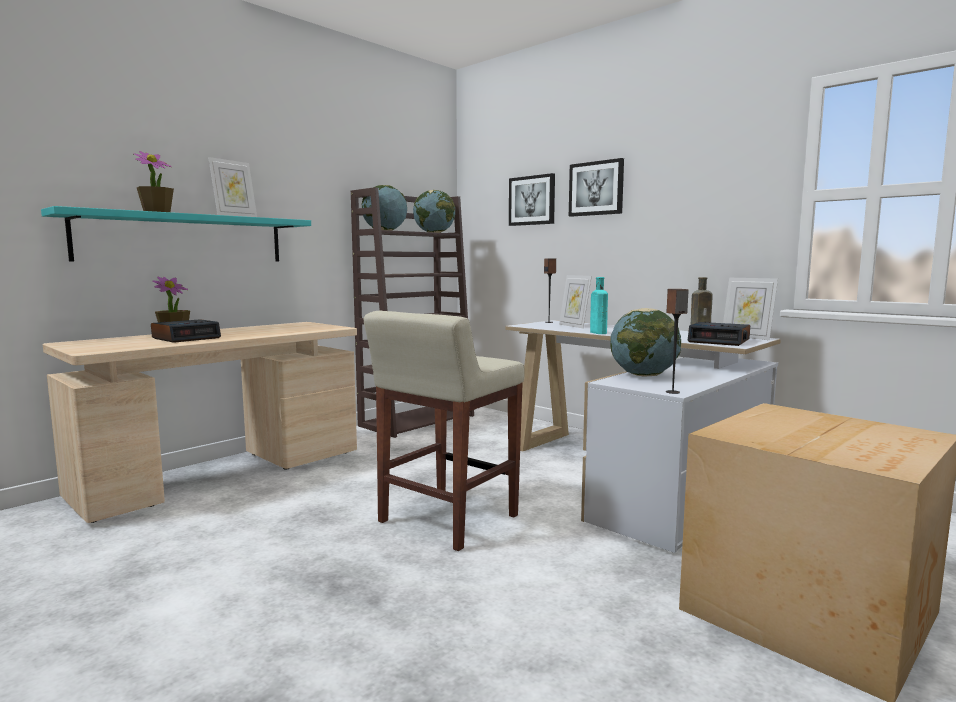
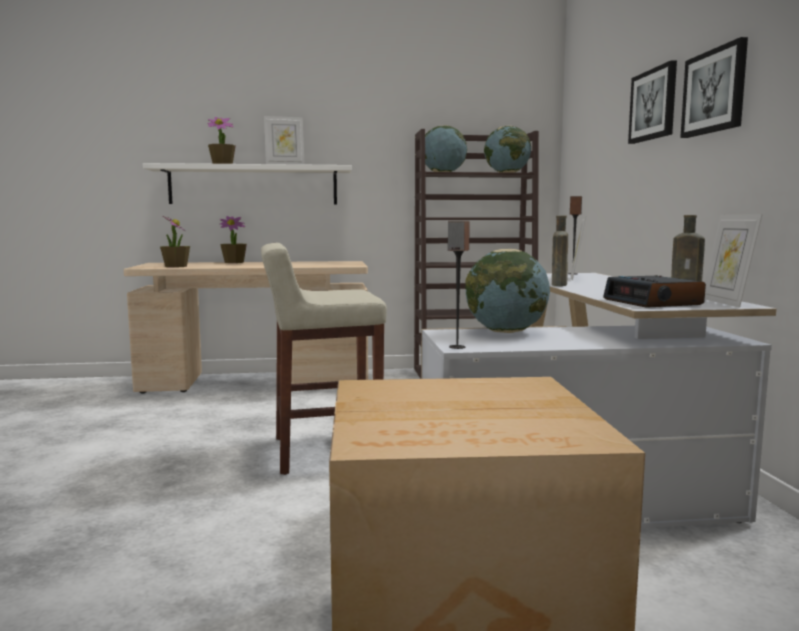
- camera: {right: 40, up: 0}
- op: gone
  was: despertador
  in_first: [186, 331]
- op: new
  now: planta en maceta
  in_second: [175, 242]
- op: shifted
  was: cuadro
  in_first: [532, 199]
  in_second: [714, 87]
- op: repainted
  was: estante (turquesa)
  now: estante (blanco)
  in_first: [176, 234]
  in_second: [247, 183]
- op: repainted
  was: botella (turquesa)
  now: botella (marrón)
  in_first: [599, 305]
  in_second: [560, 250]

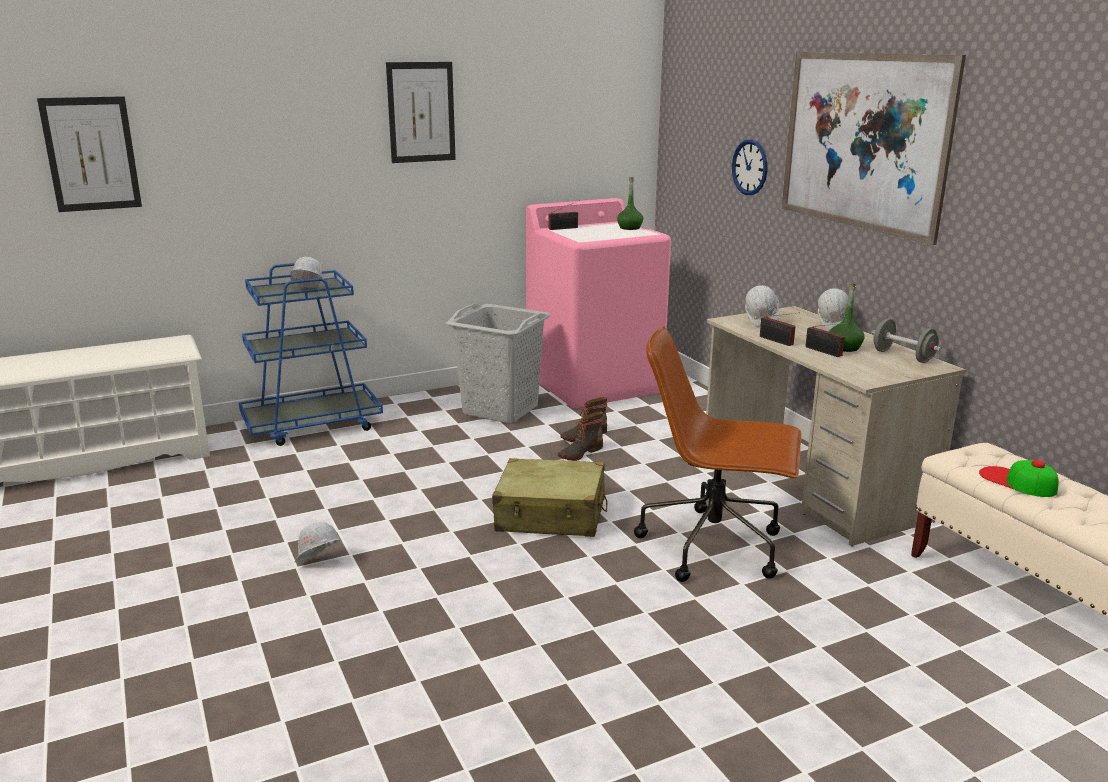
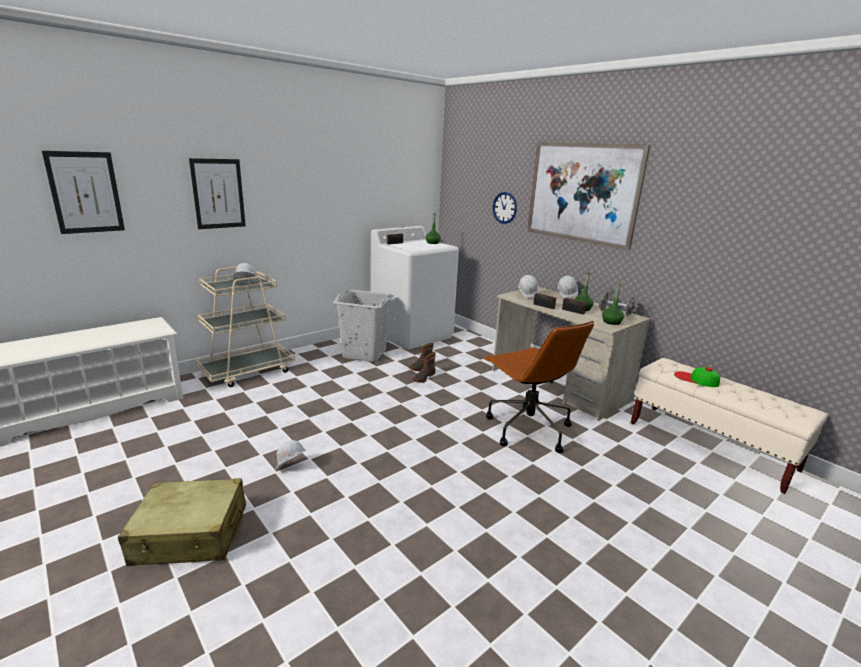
- camera: {right: -15, up: 0}
- op: new
  now: botella (verde)
  in_second: [613, 304]
- op: shifted
  was: cuadro
  in_first: [421, 112]
  in_second: [217, 193]
- op: shifted
  was: maleta (beis)
  in_first: [549, 497]
  in_second: [182, 522]
- op: repainted
  was: carrito (azul)
  now: carrito (beis)
  in_first: [311, 354]
  in_second: [245, 327]
- op: repainted
  was: lavadora (rosa)
  now: lavadora (blanco)
  in_first: [598, 303]
  in_second: [415, 288]
- op: rotated
  was: silla de oficina (marrón)
  in_first: [718, 454]
  in_second: [539, 387]
  clockwise: -120

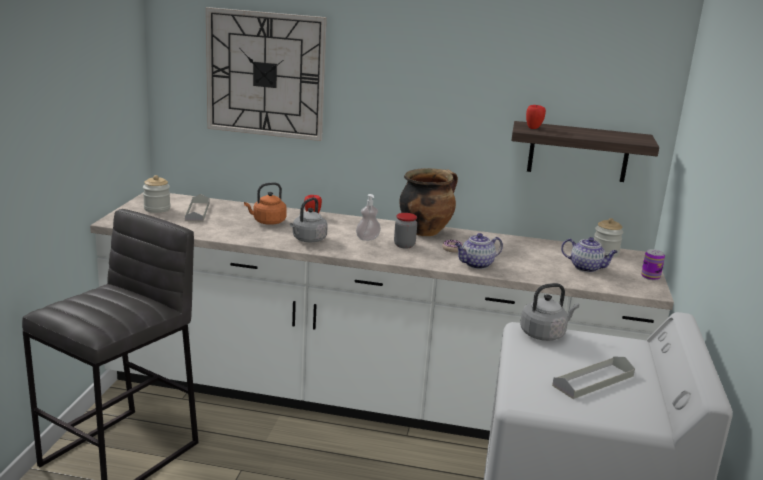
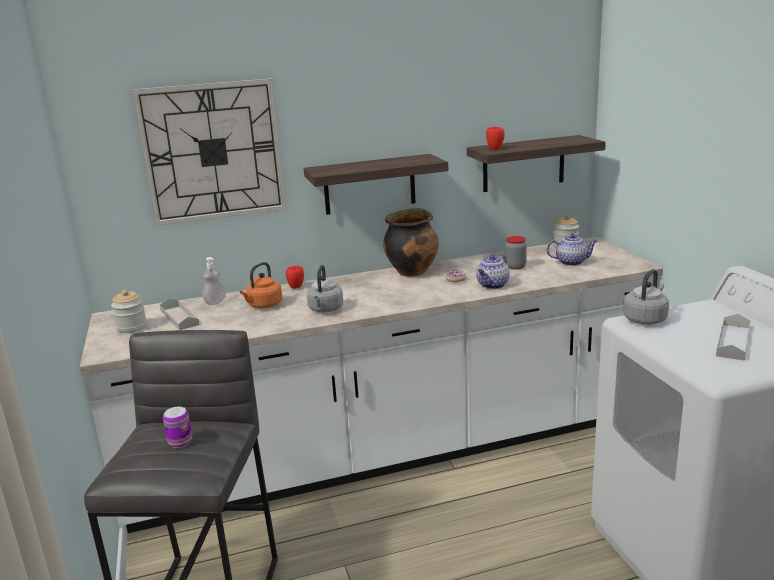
- camera: {right: -25, up: 0}
- op: new
  now: estante
  in_second: [376, 184]
- op: shifted
  was: dispensador de jabón
  in_first: [368, 217]
  in_second: [214, 281]
- op: shifted
  was: tarro
  in_first: [405, 231]
  in_second: [516, 253]
- op: shifted
  was: lata
  in_first: [653, 265]
  in_second: [177, 427]

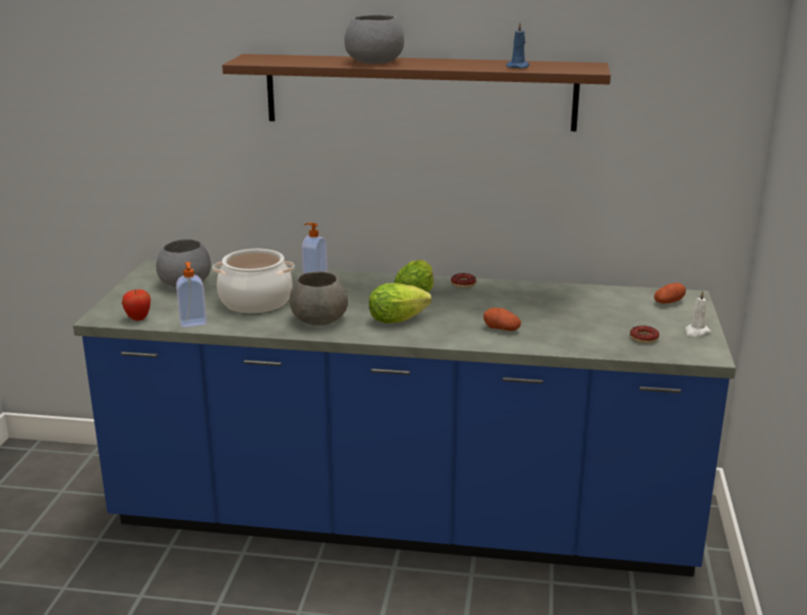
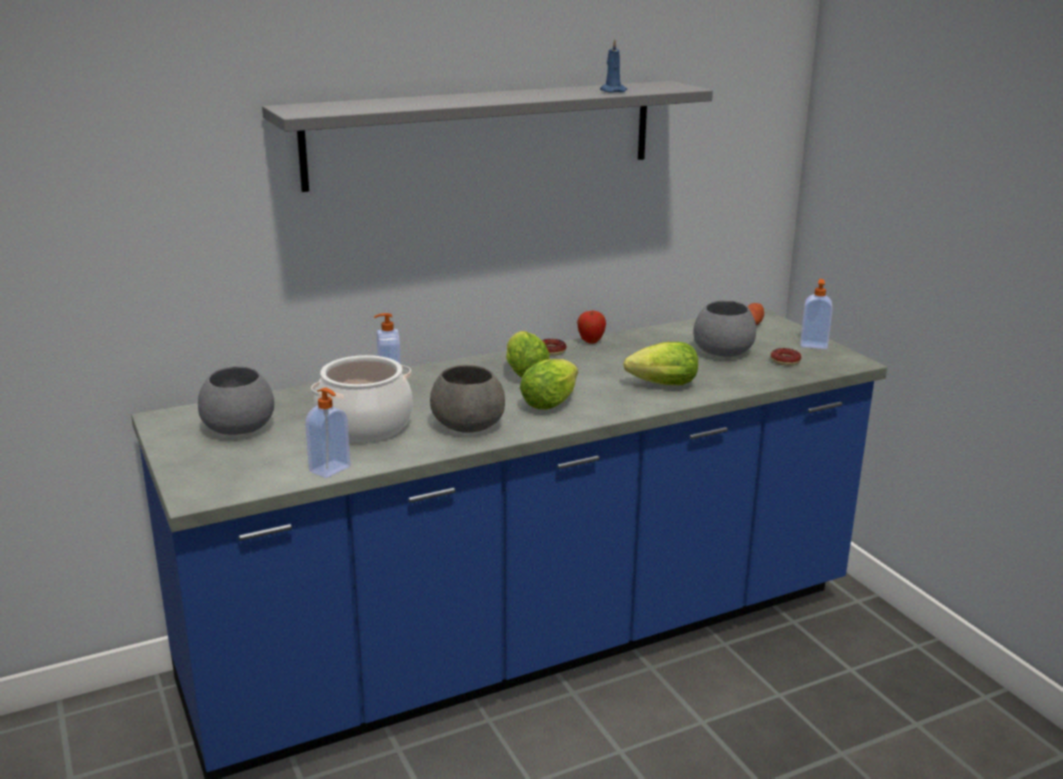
- camera: {right: -35, up: 0}
- op: shifted
  was: manzana
  in_first: [136, 305]
  in_second: [591, 327]
- op: shifted
  was: cuenco (gris)
  in_first: [374, 39]
  in_second: [724, 328]
- op: swapped
  was: patata
  now: lechuga
  in_first: [502, 319]
  in_second: [660, 363]
- op: swapped
  was: vela (blanco)
  now: dispensador de jabón
  in_first: [698, 313]
  in_second: [816, 314]
- op: repainted
  was: estante (marrón)
  now: estante (gris)
  in_first: [416, 92]
  in_second: [487, 136]

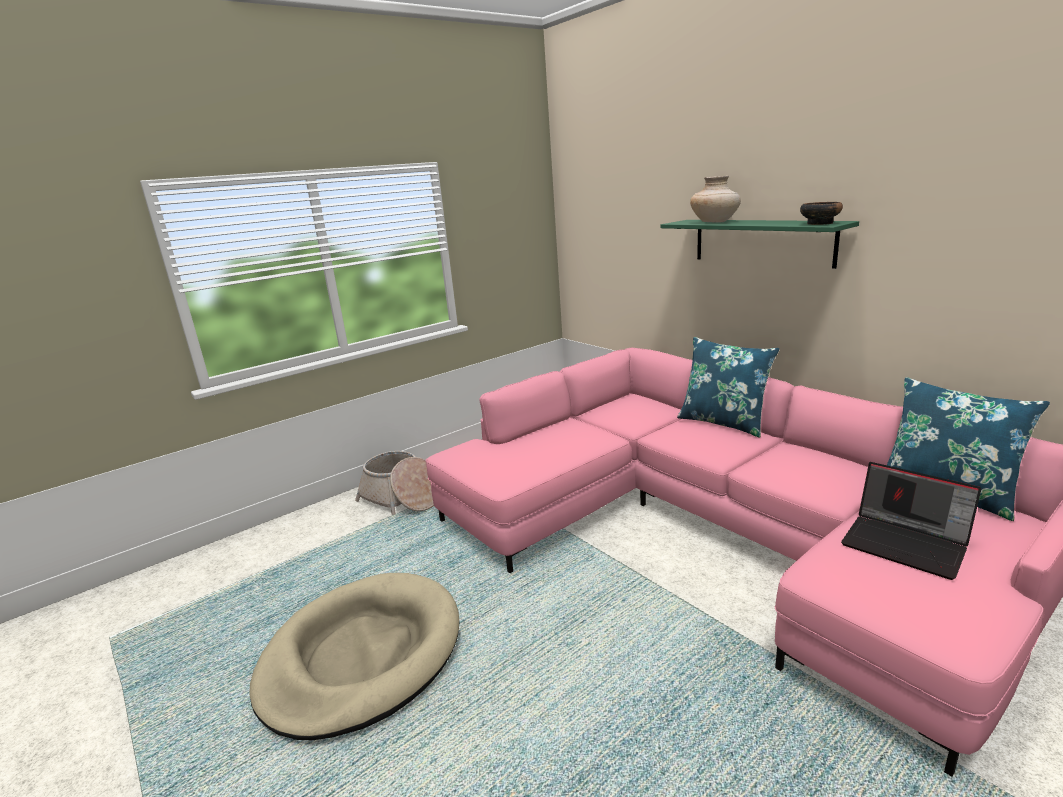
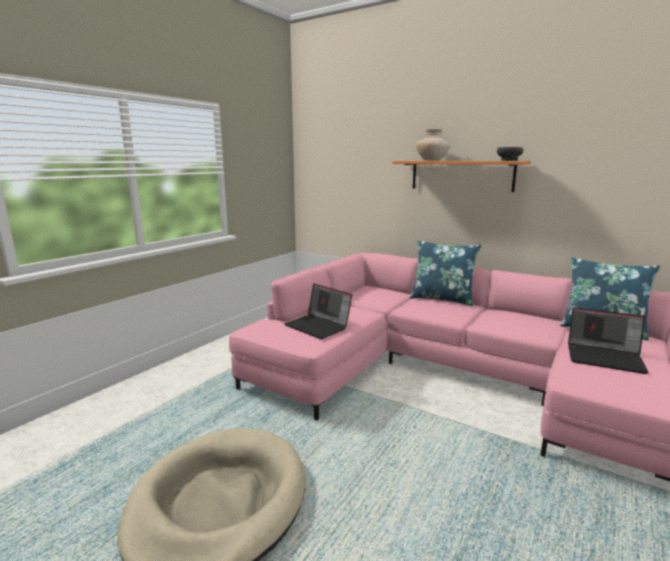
- camera: {right: -20, up: -5}
- op: gone
  was: cesta
  in_first: [394, 483]
- op: new
  now: portátil
  in_second: [318, 311]
- op: repainted
  was: estante (verde)
  now: estante (naranja)
  in_first: [759, 244]
  in_second: [461, 176]

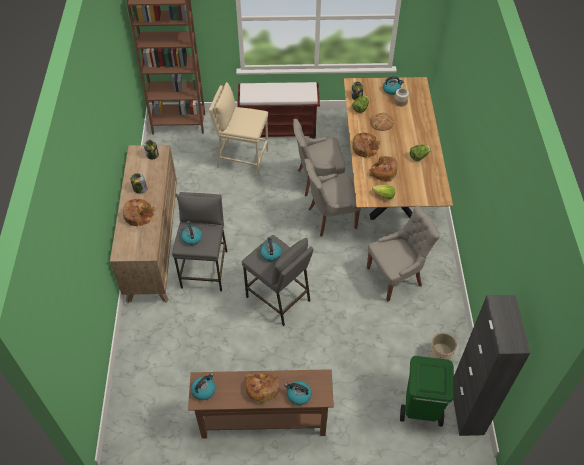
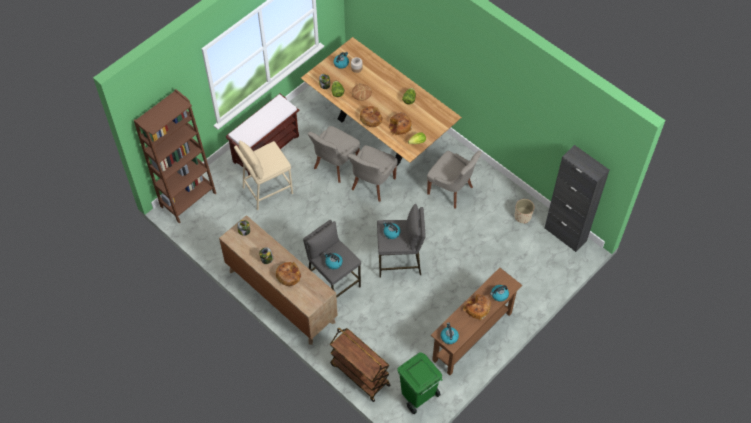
- camera: {right: -45, up: 5}
- op: new
  now: carrito (marrón)
  in_second: [360, 365]
- op: shifted
  was: papelera (verde)
  in_first: [427, 391]
  in_second: [420, 383]
- op: rotated
  was: silla (gris)
  in_first: [403, 253]
  in_second: [454, 180]
  clockwise: 105

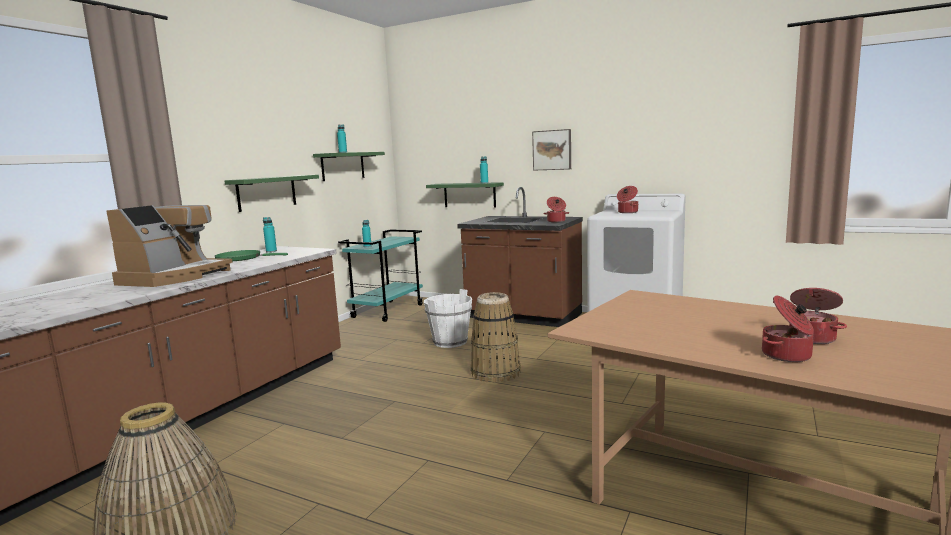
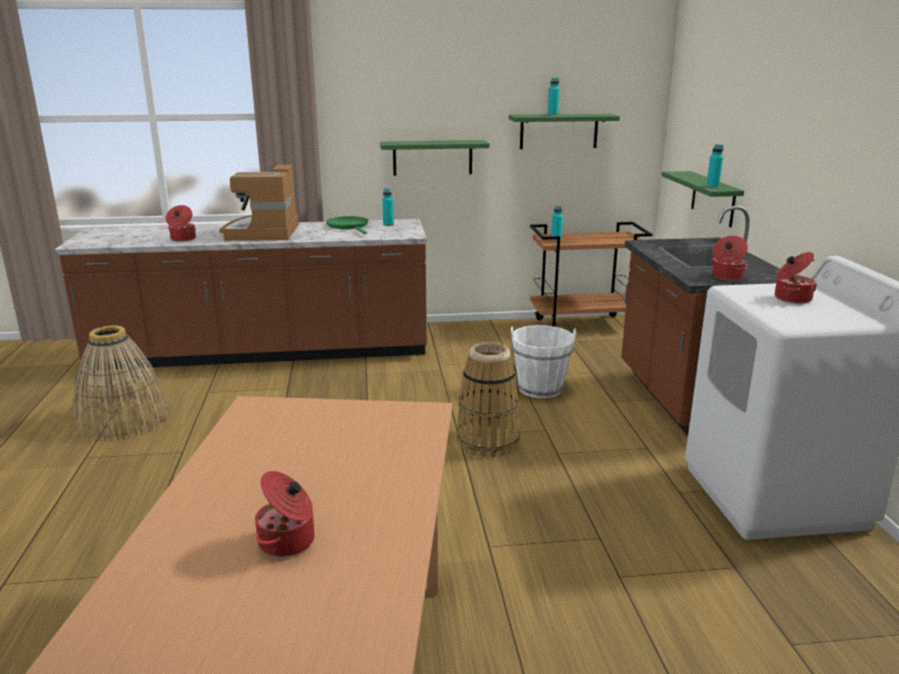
- camera: {right: 55, up: 10}
- op: gone
  was: cuadro
  in_first: [551, 150]
- op: shifted
  was: olla
  in_first: [788, 329]
  in_second: [181, 223]
- op: repainted
  was: carrito (turquesa)
  now: carrito (marrón)
  in_first: [380, 275]
  in_second: [591, 274]
- op: rotated
  was: cafetera
  in_first: [169, 246]
  in_second: [259, 202]
  clockwise: 105

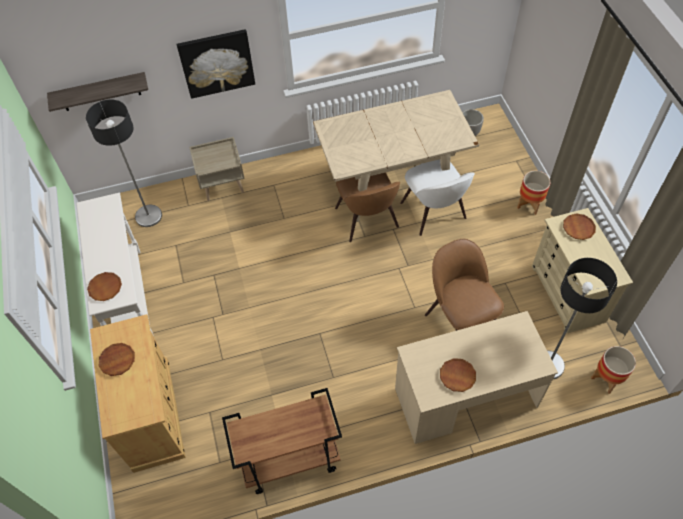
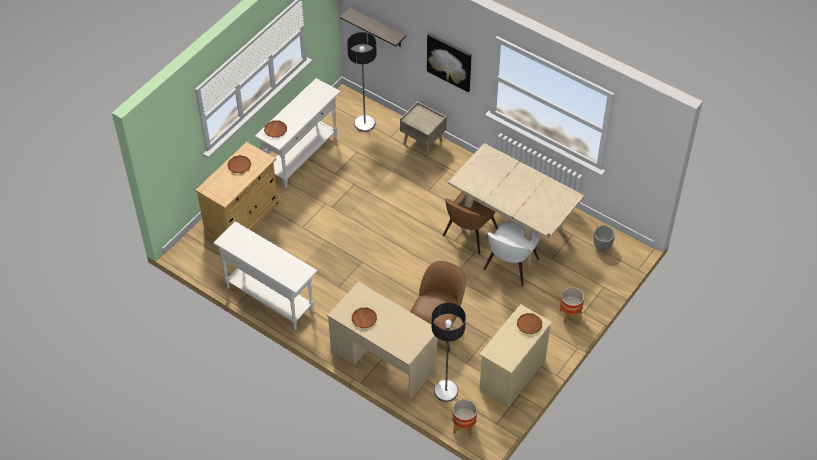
- camera: {right: 50, up: -5}
- op: swapped
  was: carrito (marrón)
  now: mesa consola (blanco)
  in_first: [282, 441]
  in_second: [265, 275]

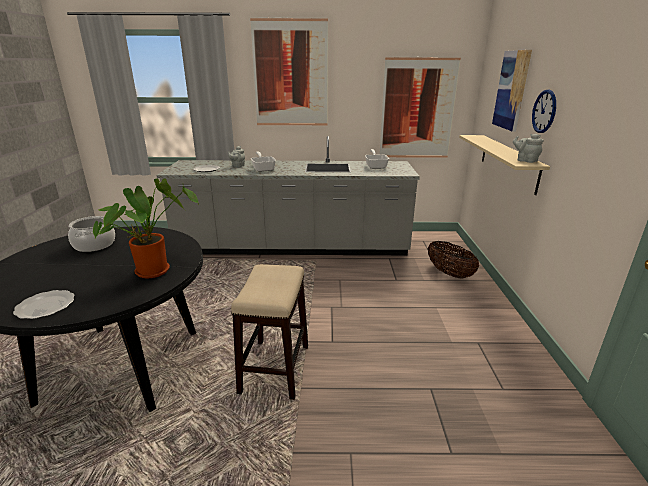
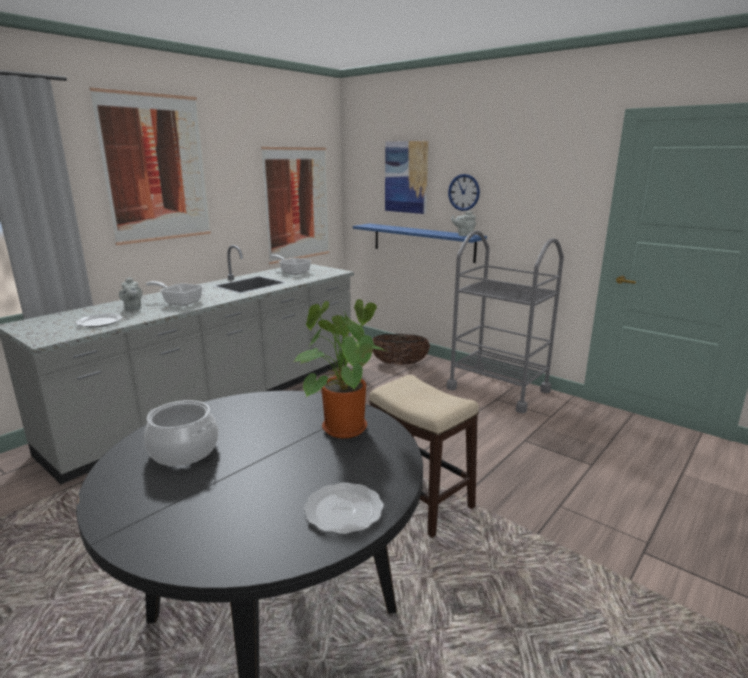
- camera: {right: -50, up: -5}
- op: new
  now: carrito (gris)
  in_second: [505, 321]
- op: repainted
  was: estante (beis)
  now: estante (azul)
  in_first: [504, 165]
  in_second: [420, 243]

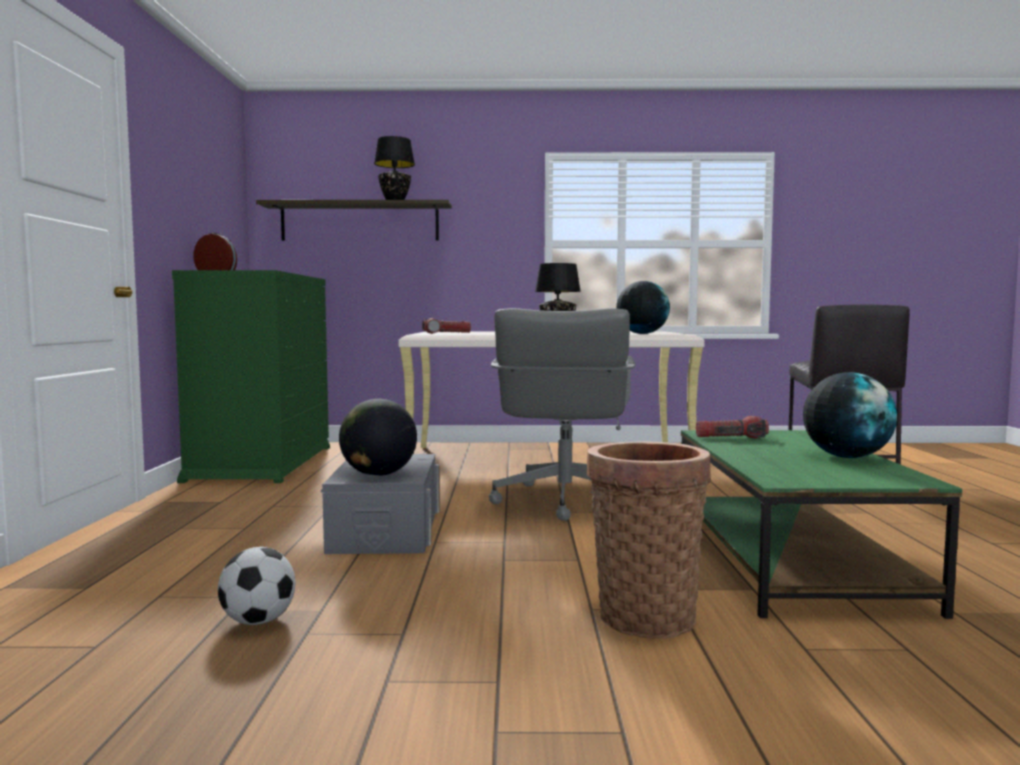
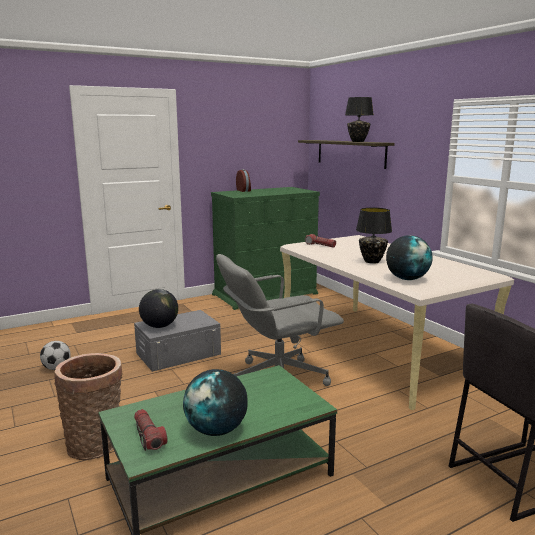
- camera: {right: 60, up: 10}
- op: shifted
  was: linterna
  in_first: [732, 427]
  in_second: [150, 430]

